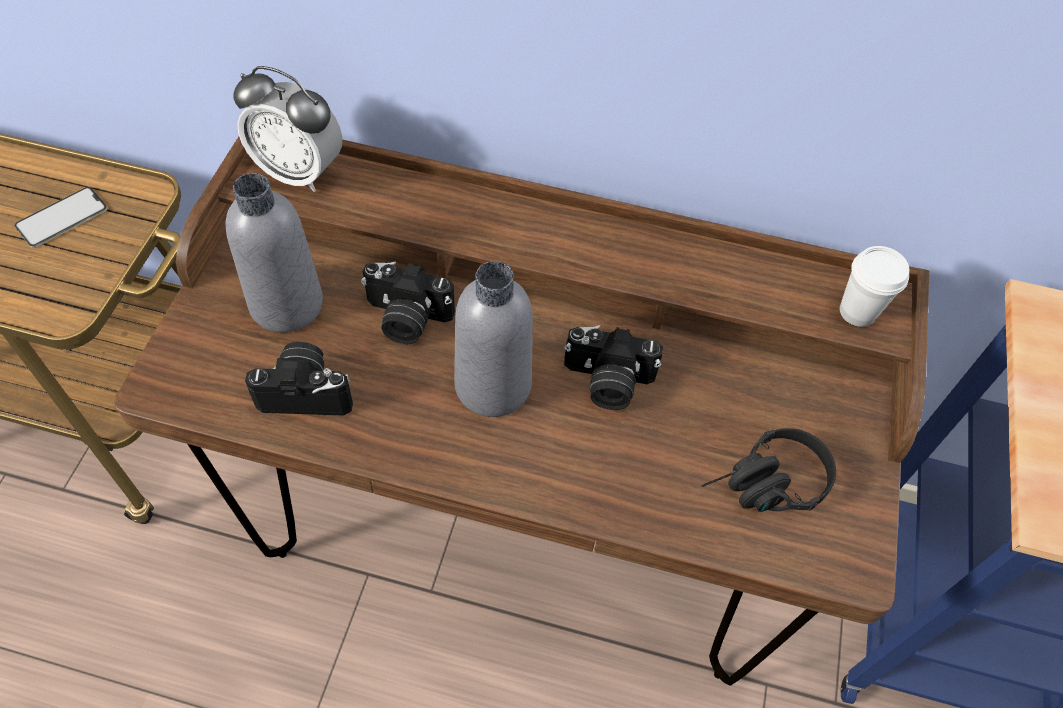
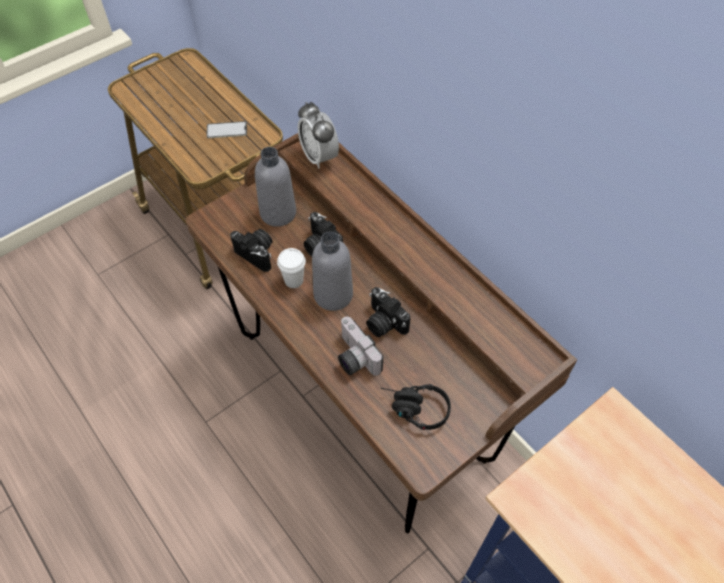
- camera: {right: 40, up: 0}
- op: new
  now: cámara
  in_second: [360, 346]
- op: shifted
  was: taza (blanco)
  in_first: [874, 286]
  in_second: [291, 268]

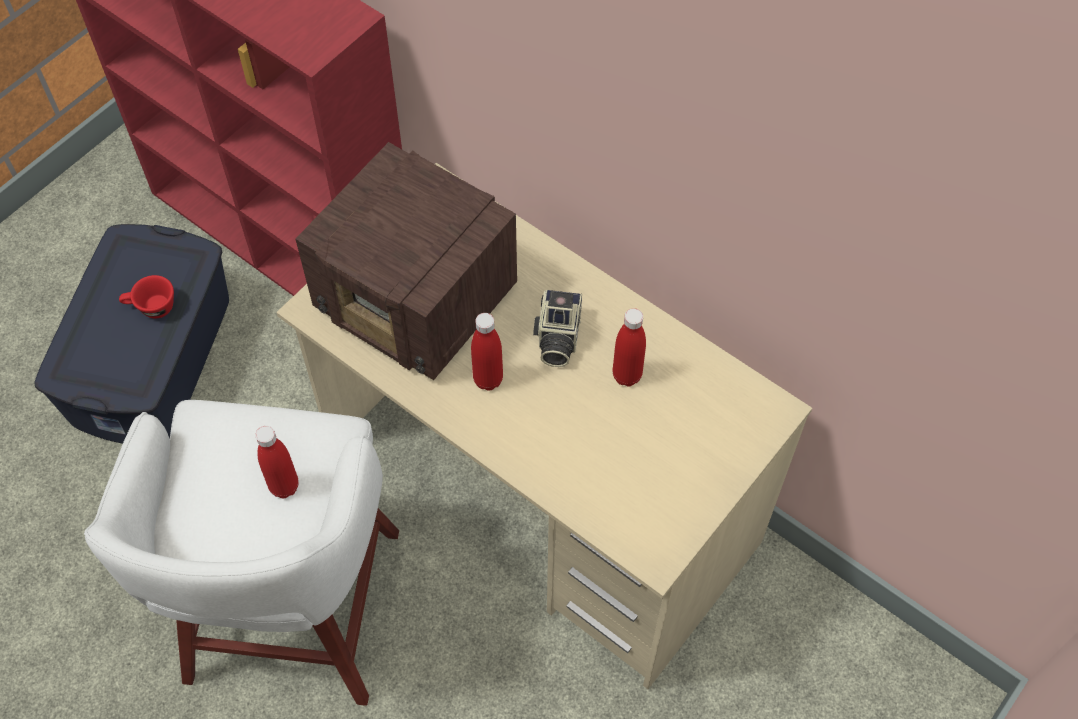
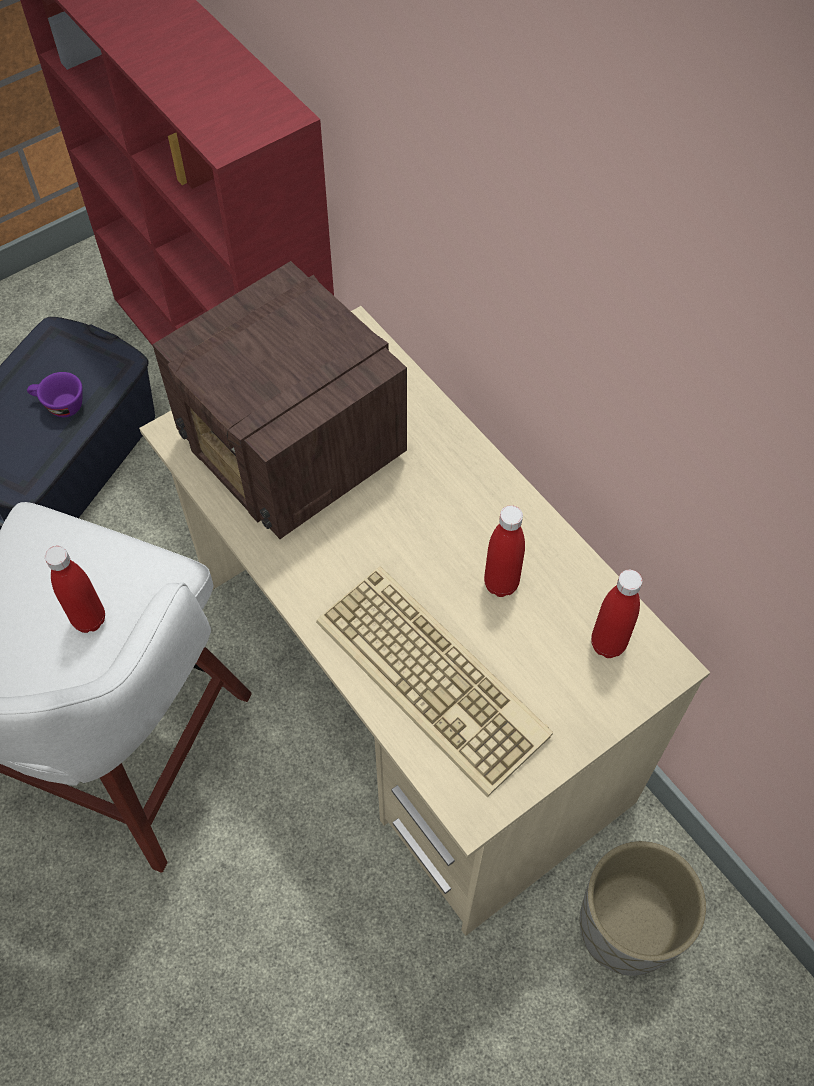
- camera: {right: 15, up: 0}
- op: gone
  was: cámara
  in_first: [557, 328]
- op: new
  now: teclado
  in_second: [434, 681]
- op: new
  now: maceta (gris)
  in_second: [642, 908]
- op: shifted
  was: botella (rojo)
  in_first: [487, 352]
  in_second: [616, 614]
- op: repainted
  was: taza (rojo)
  now: taza (morado)
  in_first: [146, 297]
  in_second: [55, 394]

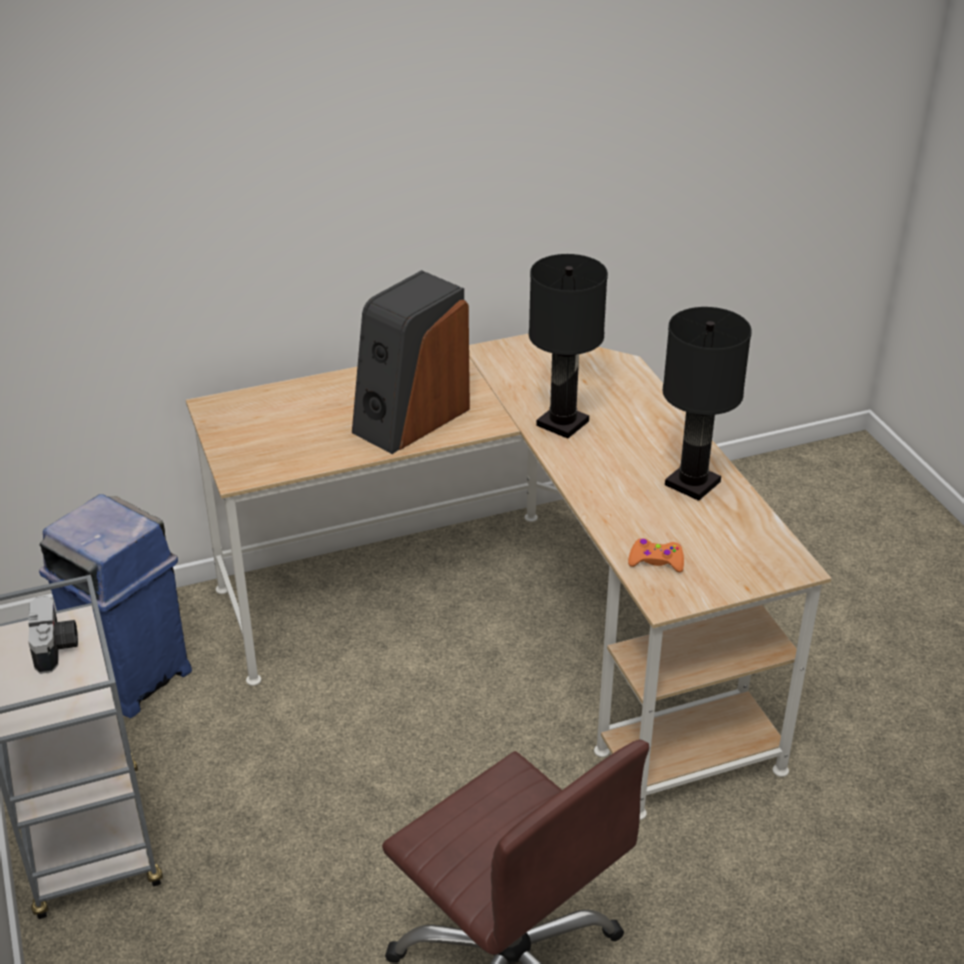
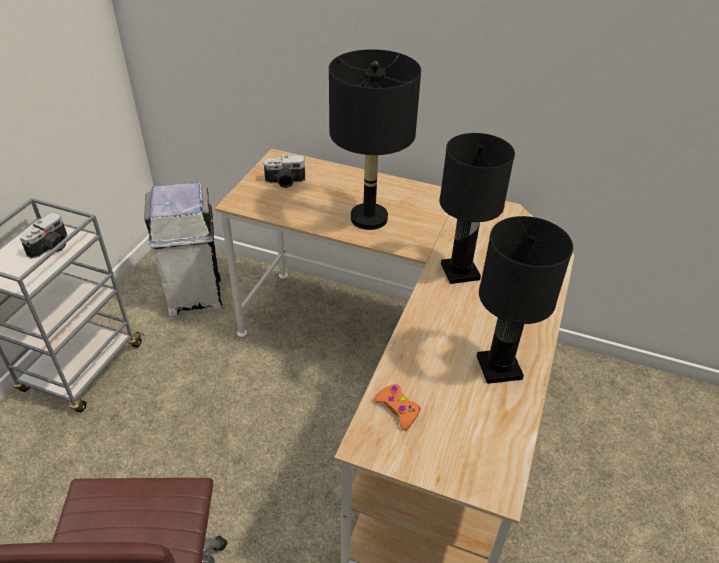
- camera: {right: 40, up: 5}
- op: new
  now: cámara
  in_second: [284, 171]
- op: swapped
  was: altavoz
  now: lámpara de mesa (negro)
  in_first: [411, 362]
  in_second: [375, 139]
- op: repainted
  was: papelera (azul)
  now: papelera (blanco)
  in_first: [115, 606]
  in_second: [183, 249]

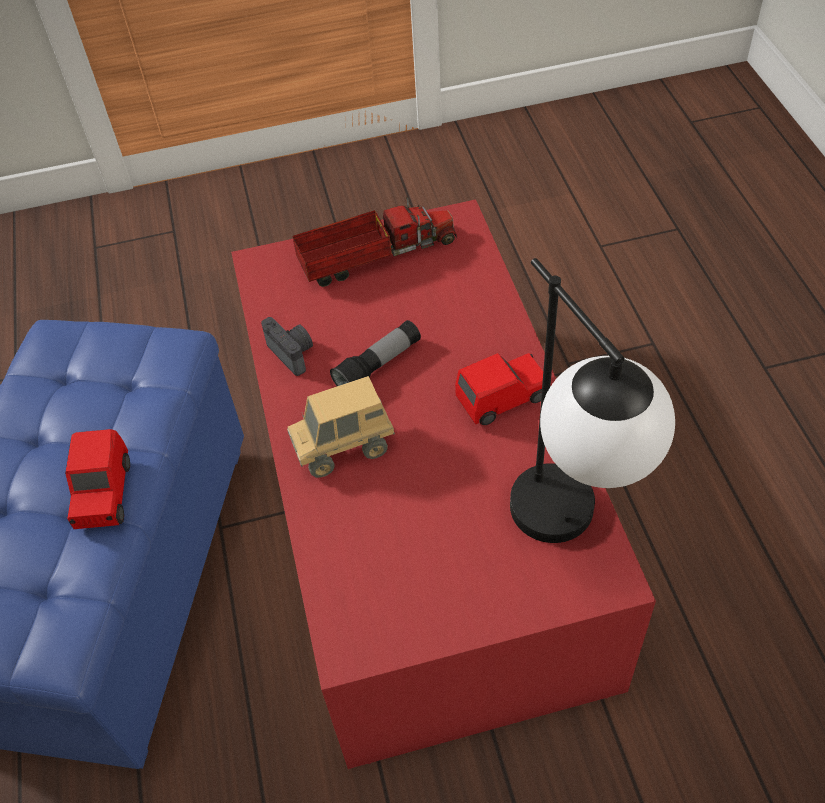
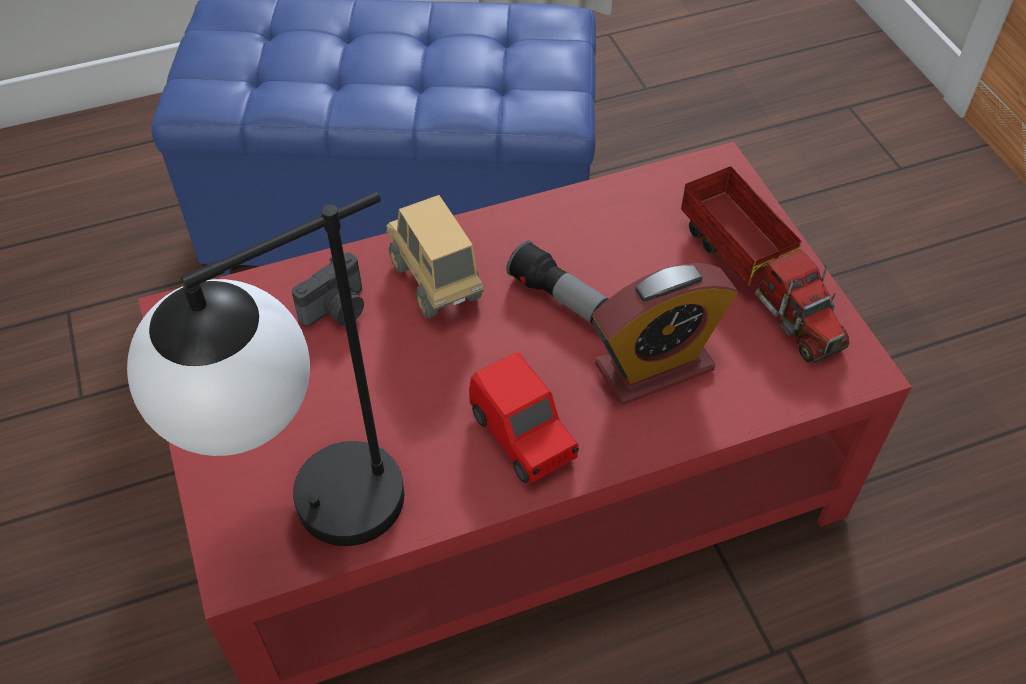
- camera: {right: 80, up: 0}
- op: gone
  was: coche de juguete (rojo)
  in_first: [97, 479]
- op: new
  now: despertador
  in_second: [665, 334]
- op: shifted
  was: cámara
  in_first: [287, 346]
  in_second: [328, 290]

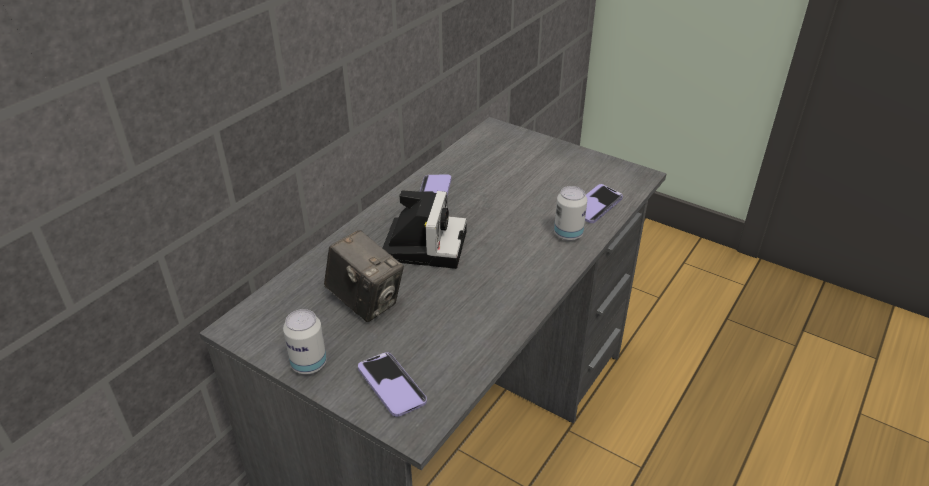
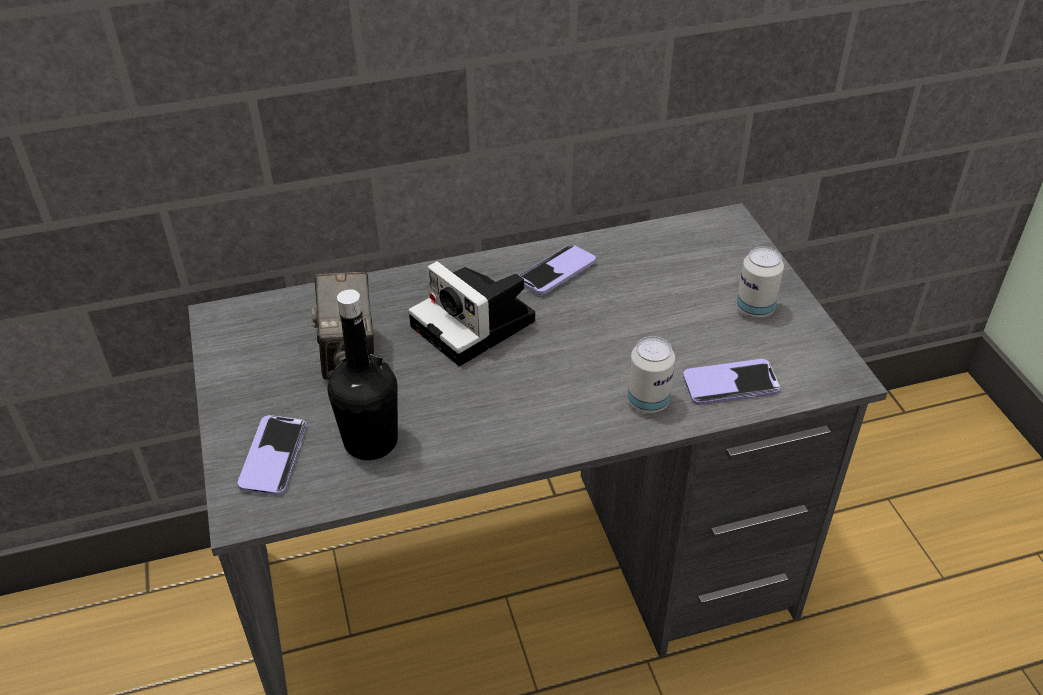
- camera: {right: 40, up: 5}
- op: new
  now: botella (negro)
  in_second: [362, 374]
- op: shifted
  was: lata
  in_first: [305, 341]
  in_second: [760, 282]
- op: rotated
  was: cámara
  in_first: [425, 229]
  in_second: [471, 313]
  clockwise: 90

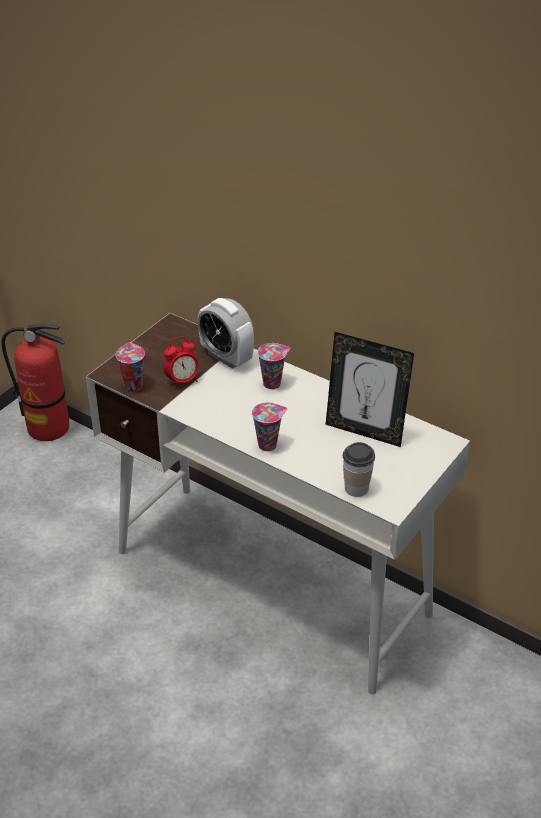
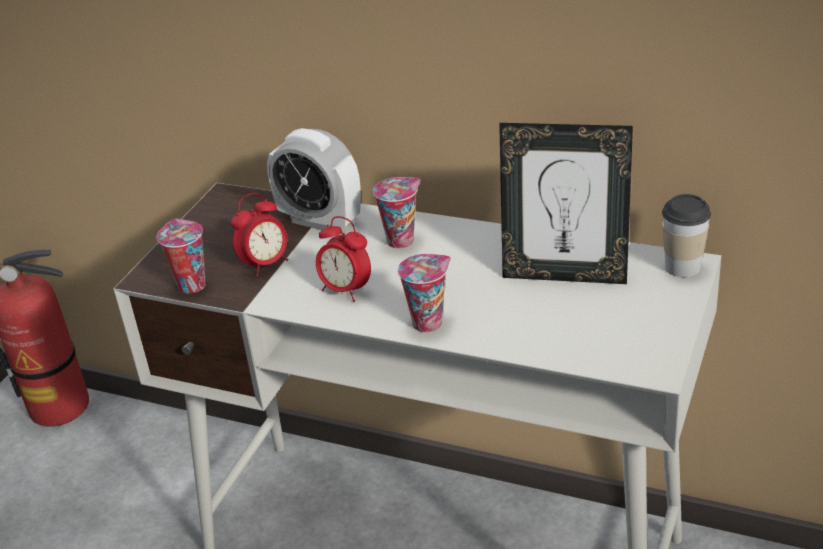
- camera: {right: -10, up: -5}
- op: new
  now: despertador
  in_second: [343, 259]
- op: shifted
  was: taza
  in_first: [359, 469]
  in_second: [686, 235]

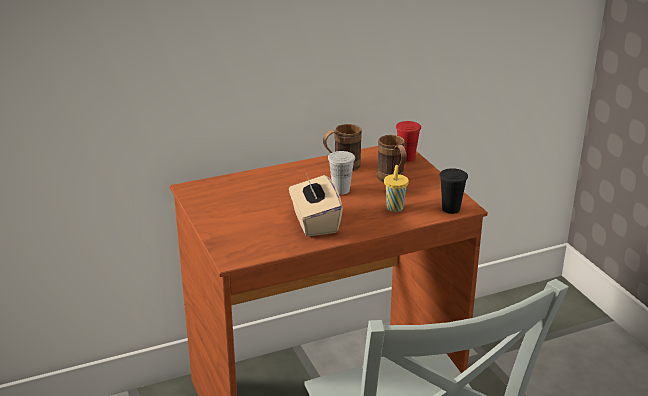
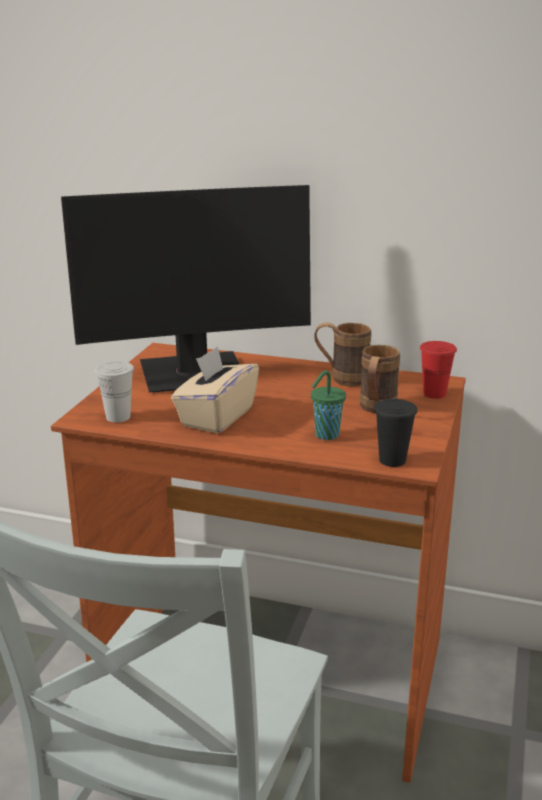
- camera: {right: 40, up: -5}
- op: new
  now: monitor
  in_second: [186, 289]
- op: shifted
  was: taza (blanco)
  in_first: [341, 173]
  in_second: [114, 391]
- op: repainted
  was: taza (amarillo)
  now: taza (verde)
  in_first: [396, 188]
  in_second: [328, 405]

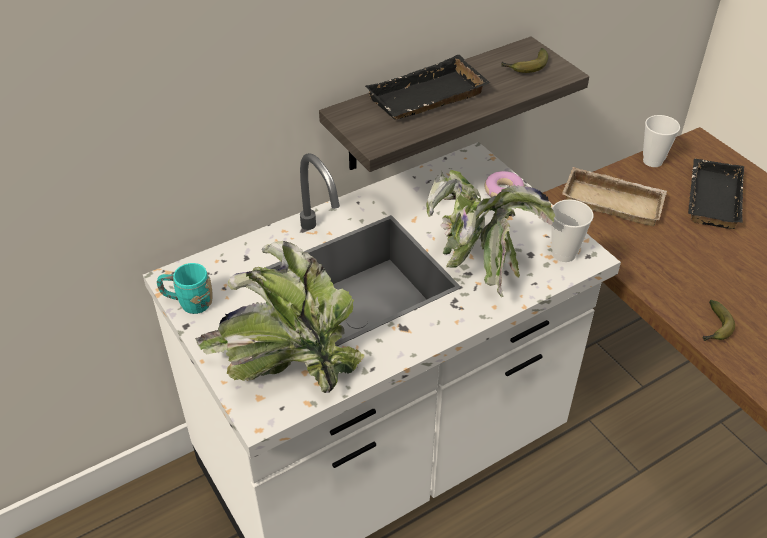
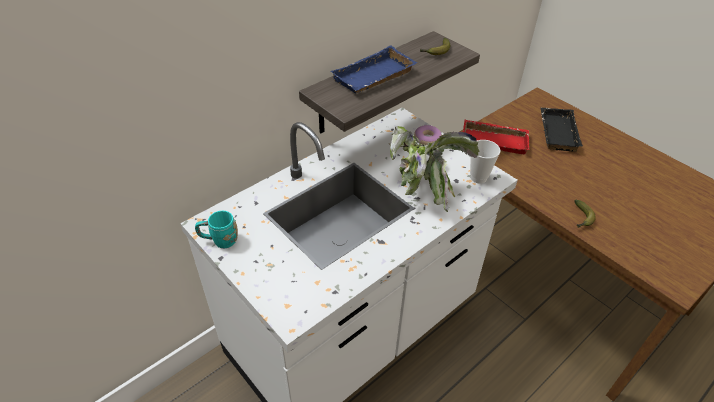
- camera: {right: -10, up: 0}
- op: gone
  was: planta en maceta
  in_first: [279, 317]
- op: gone
  was: taza
  in_first: [661, 141]
- op: repainted
  was: bandeja (negro)
  now: bandeja (azul)
  in_first: [428, 87]
  in_second: [374, 69]
- op: repainted
  was: bandeja (beis)
  now: bandeja (rojo)
  in_first: [614, 196]
  in_second: [496, 137]

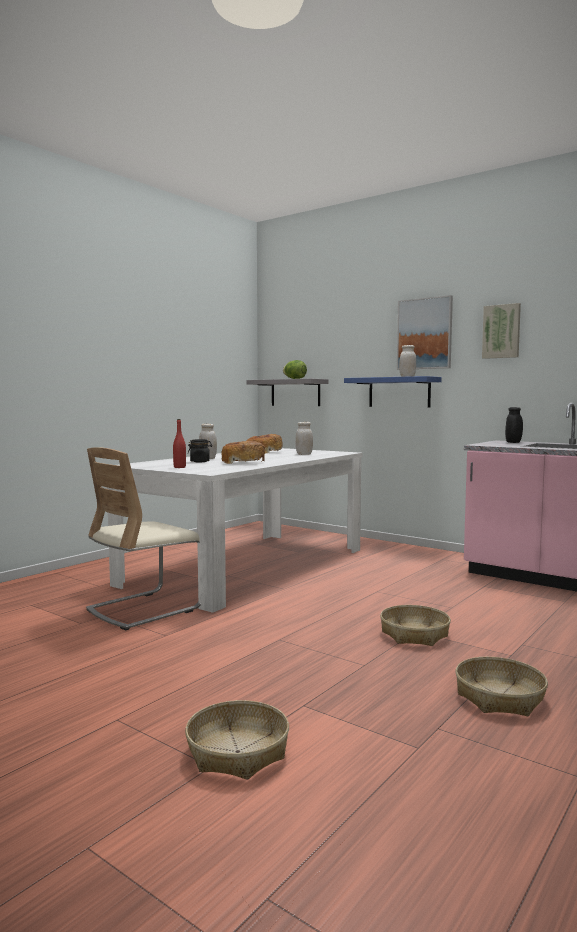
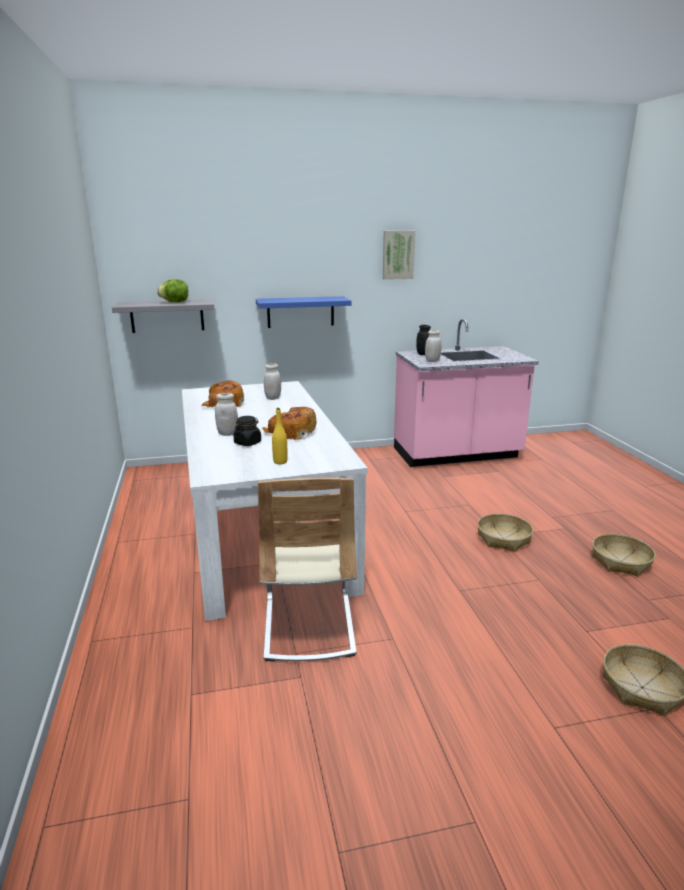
- camera: {right: -50, up: 15}
- op: gone
  was: cuadro
  in_first: [425, 332]
- op: shifted
  was: tarro (blanco)
  in_first: [407, 361]
  in_second: [433, 346]
- op: repainted
  was: botella (rojo)
  now: botella (amarillo)
  in_first: [179, 443]
  in_second: [280, 436]

